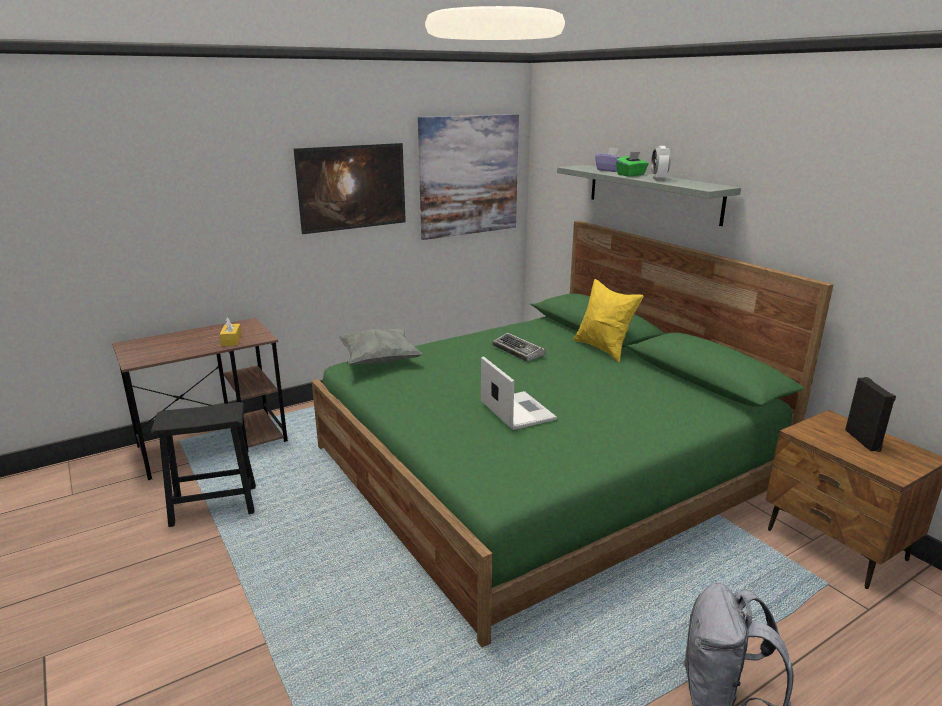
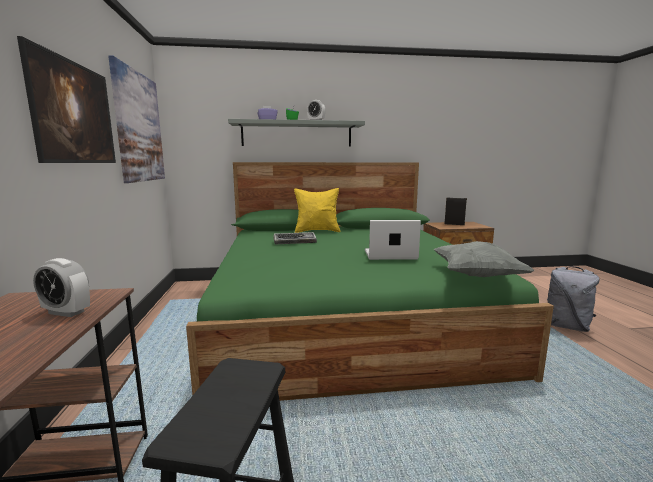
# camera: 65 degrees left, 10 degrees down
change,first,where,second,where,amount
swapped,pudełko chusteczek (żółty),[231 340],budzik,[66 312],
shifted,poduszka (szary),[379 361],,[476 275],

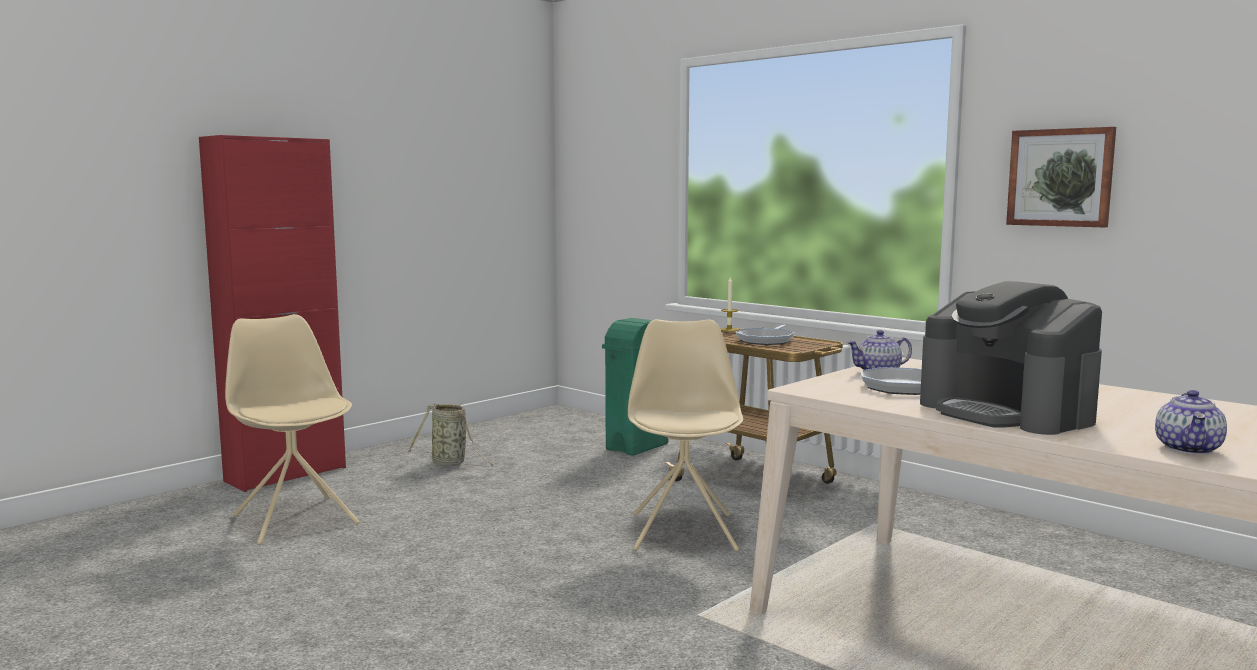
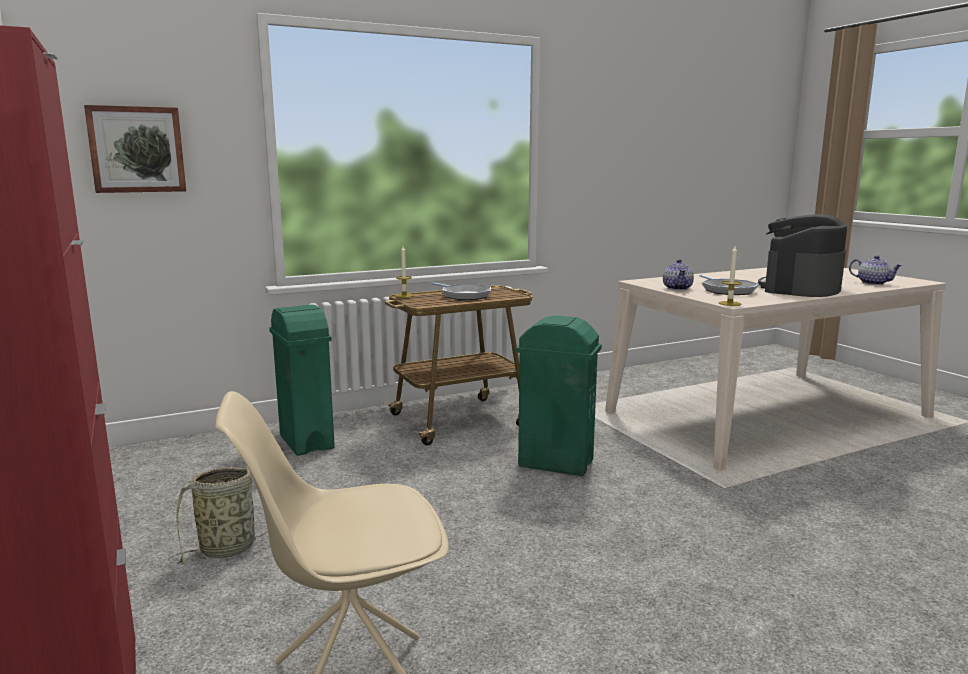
# camera: 70 degrees left, 5 degrees up
change,first,where,second,where,amount
shifted,obraz,[1060 177],,[137 149],
rotated,ekspres do kawy,[1006 412],,[800 288],135 degrees clockwise
swapped,krzesło (beżowy),[683 531],kosz na śmieci (zielony),[555 463],
new,,,świeca,[729 303],

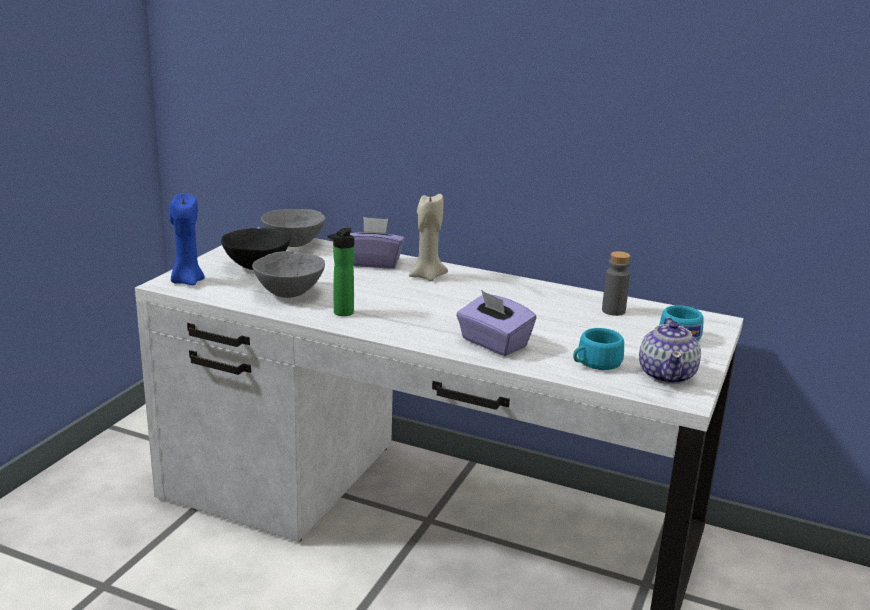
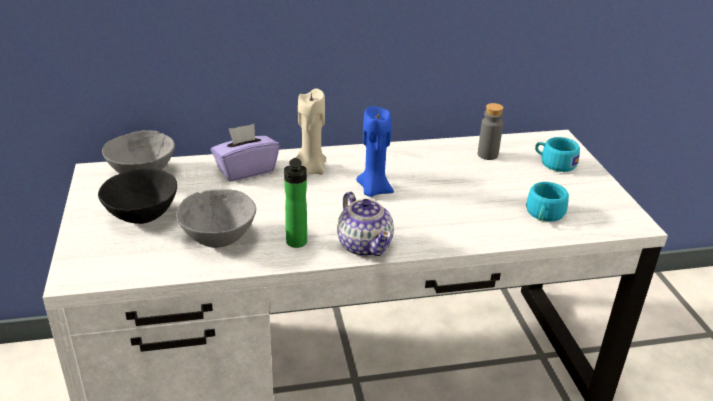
# camera: 35 degrees left, 10 degrees up
change,first,where,second,where,amount
shifted,świeca (niebieski),[187 281],,[373 190],
gone,pudełko chusteczek (fioletowy),[493 343],,,
shifted,imbryk,[667 375],,[365 245],

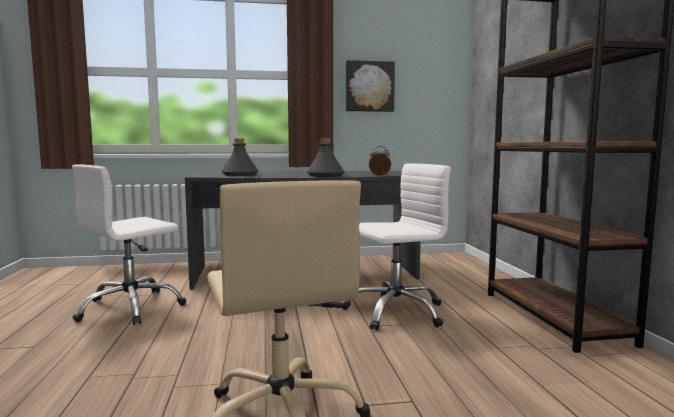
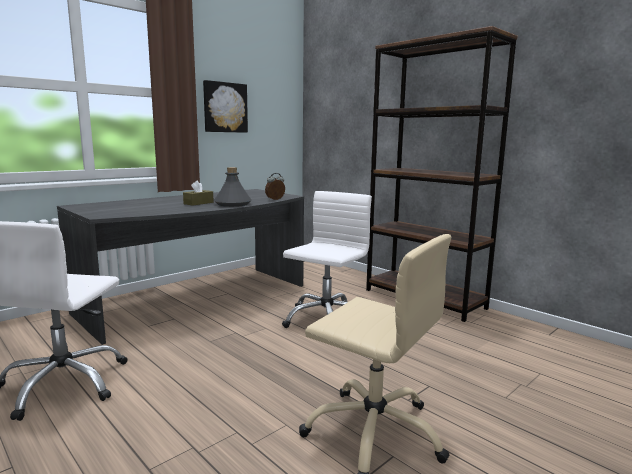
# camera: 35 degrees left, 5 degrees up
change,first,where,second,where,amount
gone,butelka (szary),[239 175],,,
new,,,pudełko chusteczek (brązowy),[198 203],

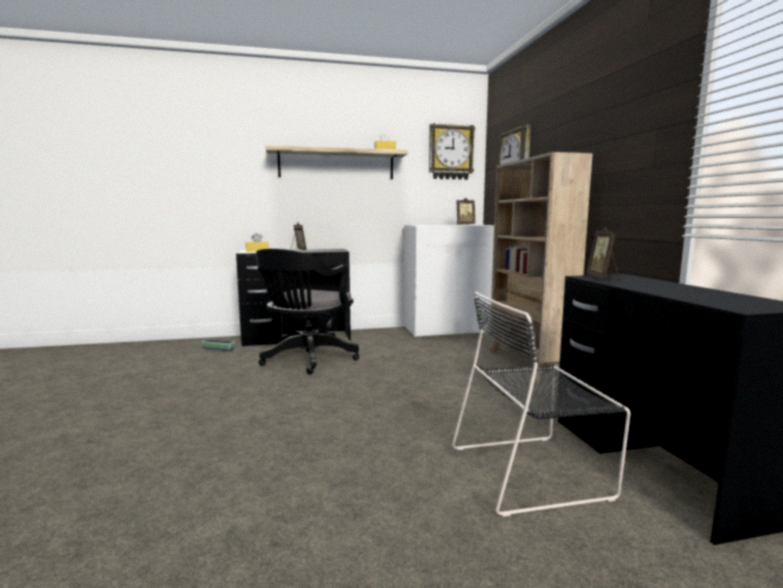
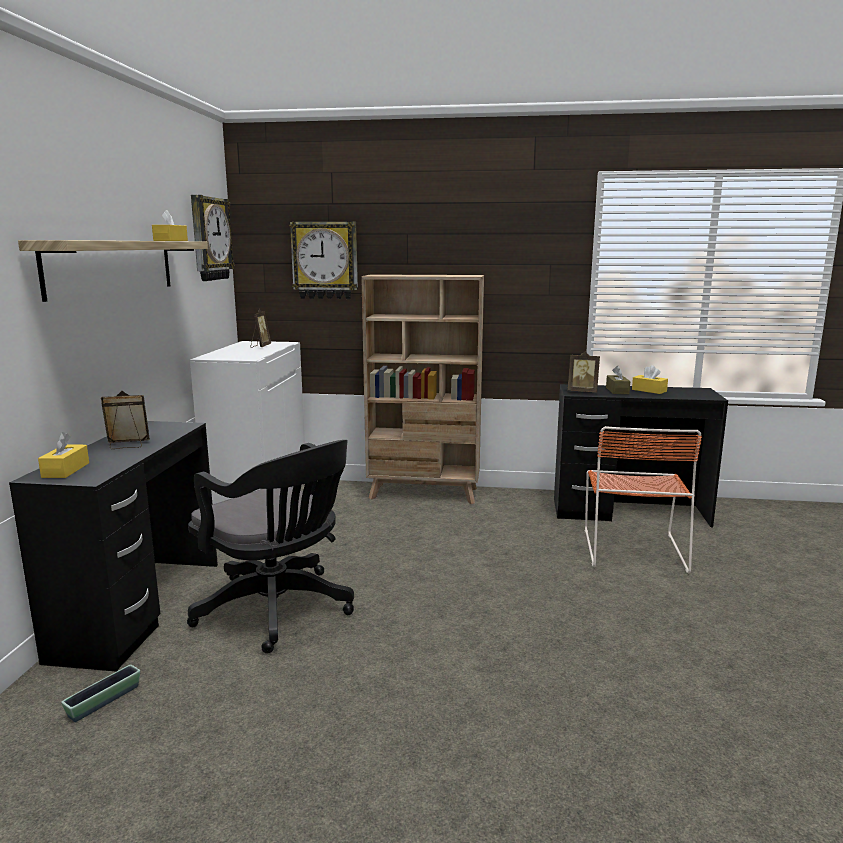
# camera: 70 degrees left, 5 degrees up
change,first,where,second,where,amount
repainted,krzesło (czarny),[533 471],krzesło (pomarańczowy),[633 548],
new,,,pudełko chusteczek (żółty),[649 390],
new,,,pudełko chusteczek (brązowy),[617 391],

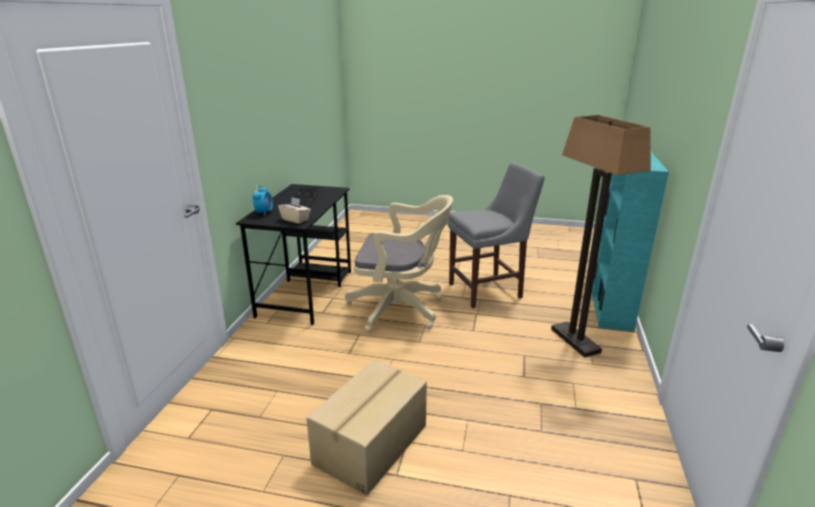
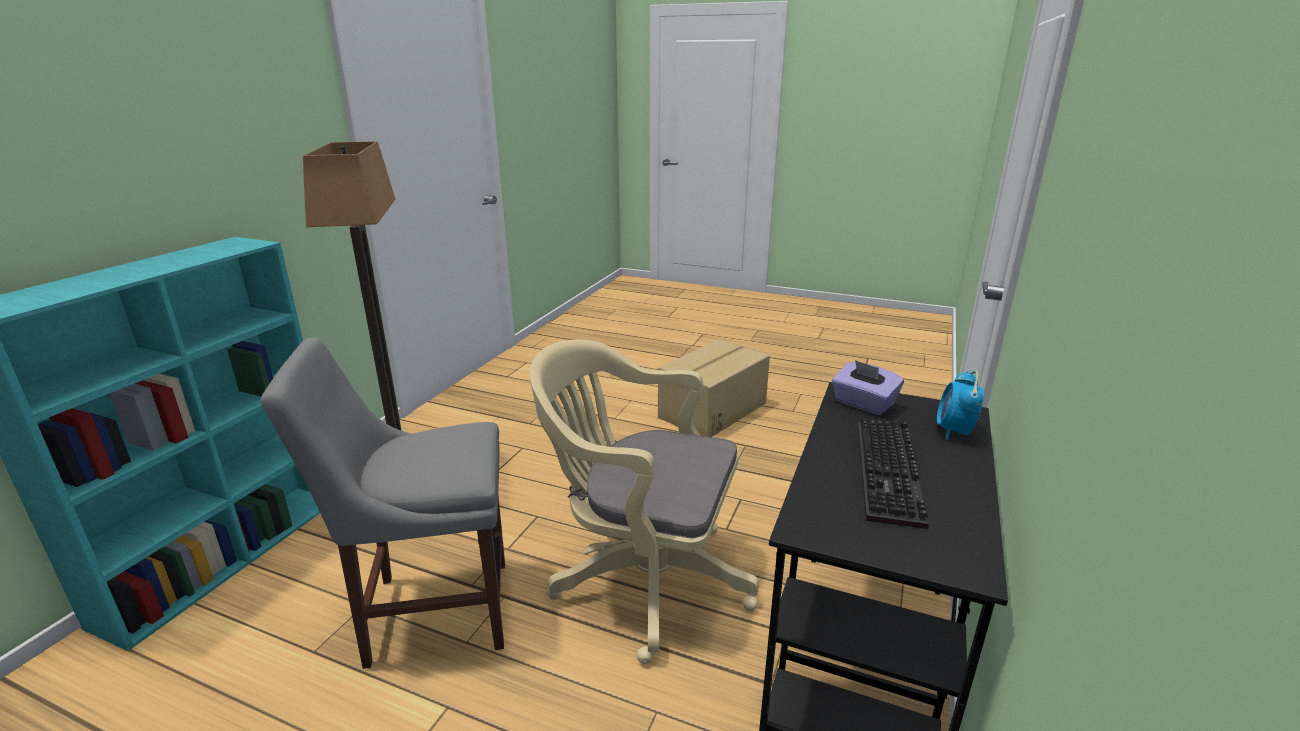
# camera: 170 degrees left, 0 degrees up
change,first,where,second,where,amount
repainted,pudełko chusteczek (beżowy),[295 219],pudełko chusteczek (fioletowy),[863 404],

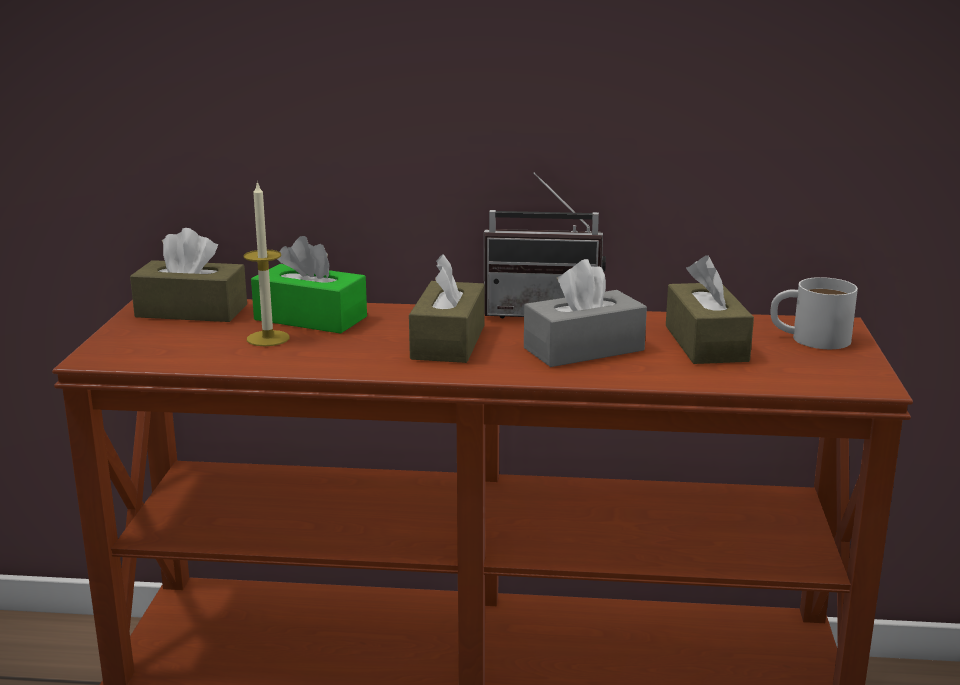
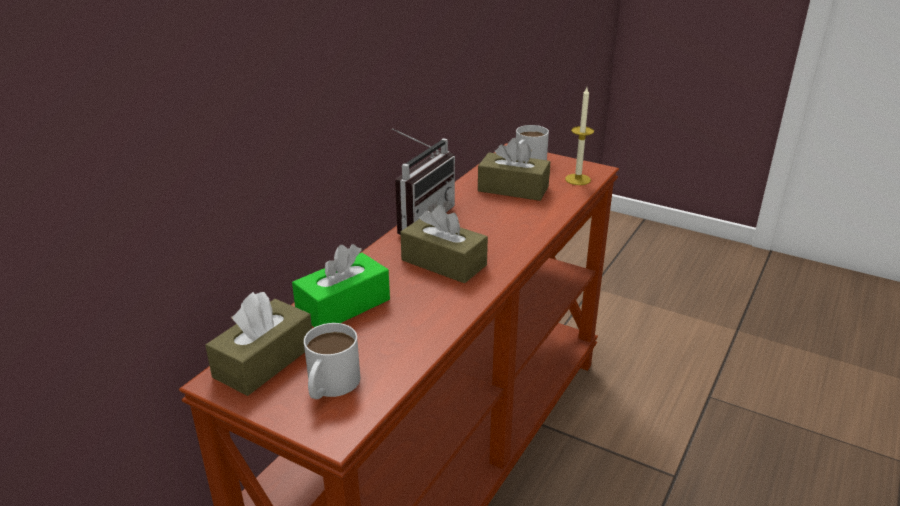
# camera: 65 degrees left, 10 degrees up
change,first,where,second,where,amount
shifted,świeca,[268 338],,[578 179],
gone,pudełko chusteczek (szary),[583 349],,,
new,,,kubek (biały),[329 386],

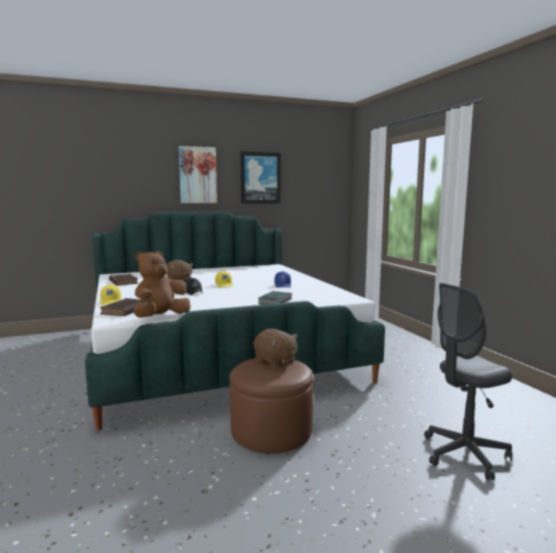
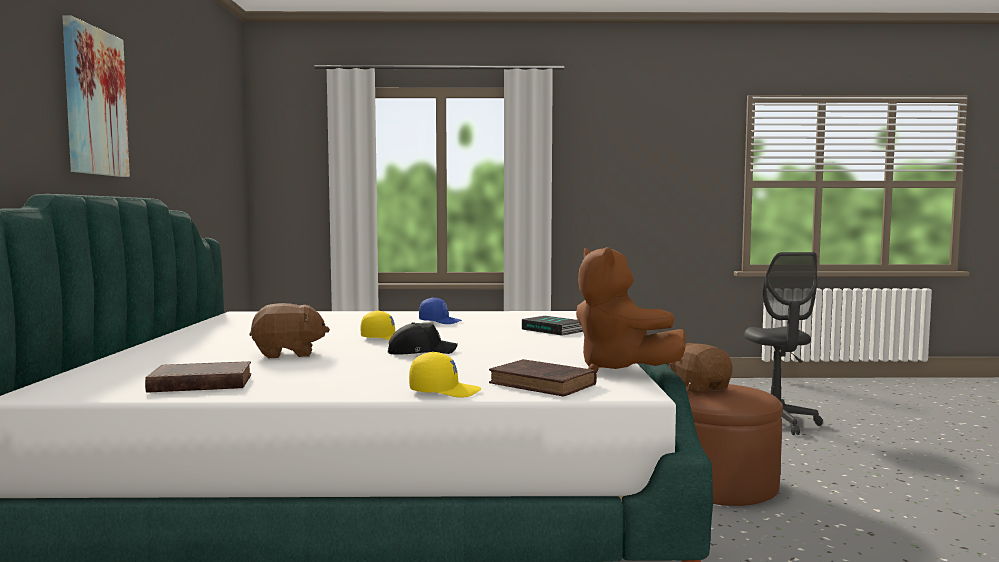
# camera: 70 degrees left, 5 degrees down
change,first,where,second,where,amount
gone,obraz,[260 178],,,
rotated,pluszak (brązowy),[275 361],,[699 388],90 degrees counterclockwise

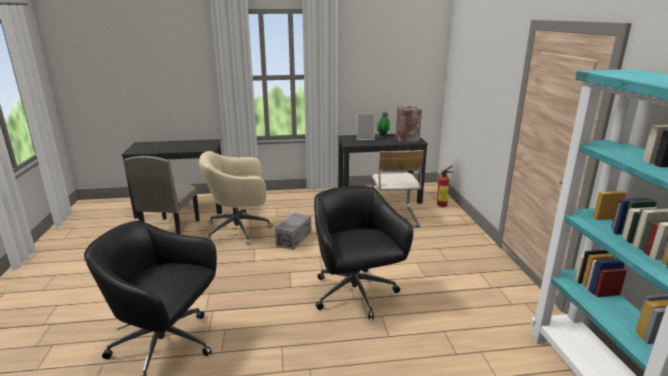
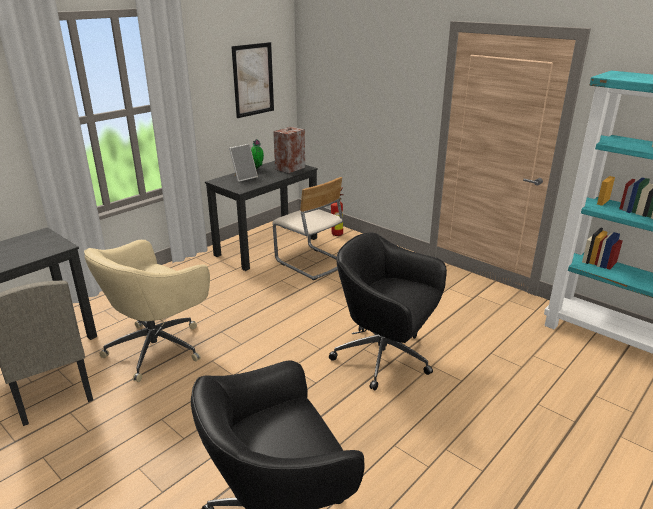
# camera: 40 degrees left, 5 degrees up
change,first,where,second,where,amount
gone,pojemnik do przechowywania (szary),[293 239],,,
new,,,obraz,[253 80],

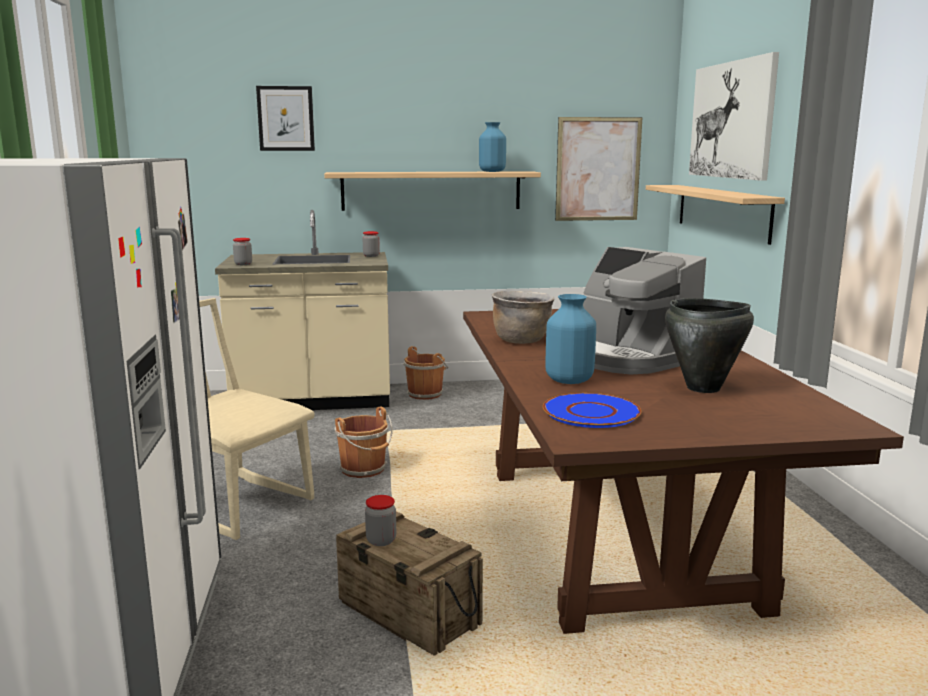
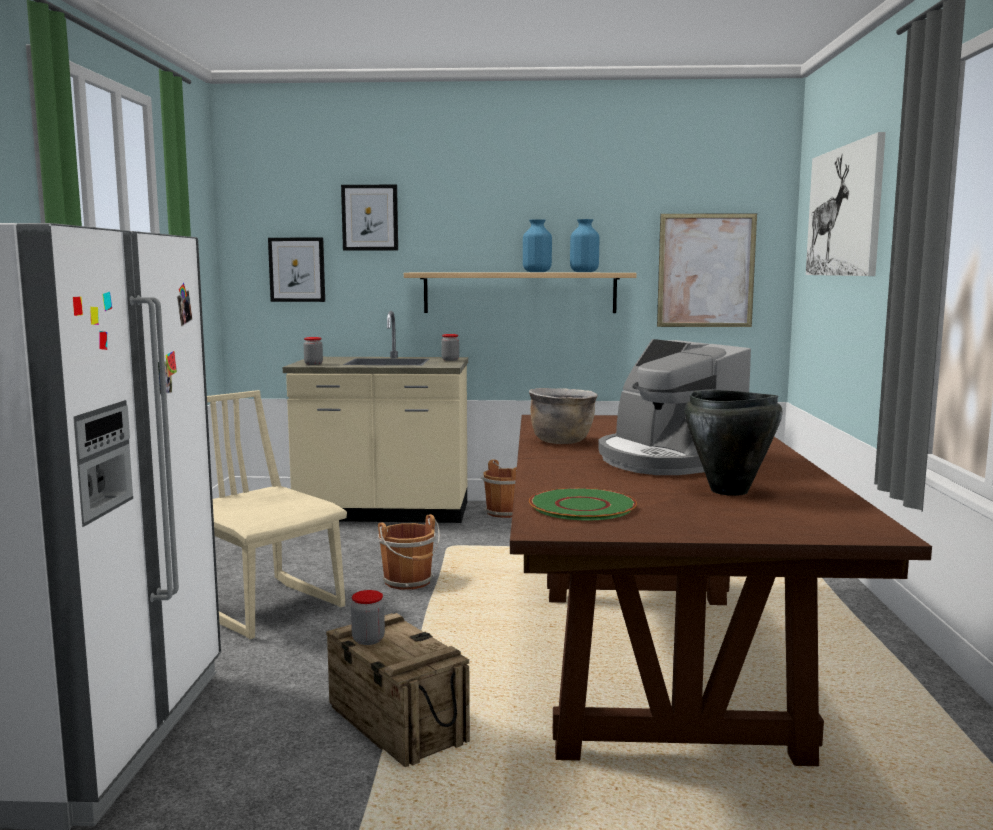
# camera: 10 degrees right, 5 degrees down
change,first,where,second,where,amount
gone,półka,[722 211],,,
shifted,wazon (niebieski),[569 381],,[537 272],
repainted,talerz (niebieski),[592 412],talerz (zielony),[583 506],
new,,,obraz,[297 269],

